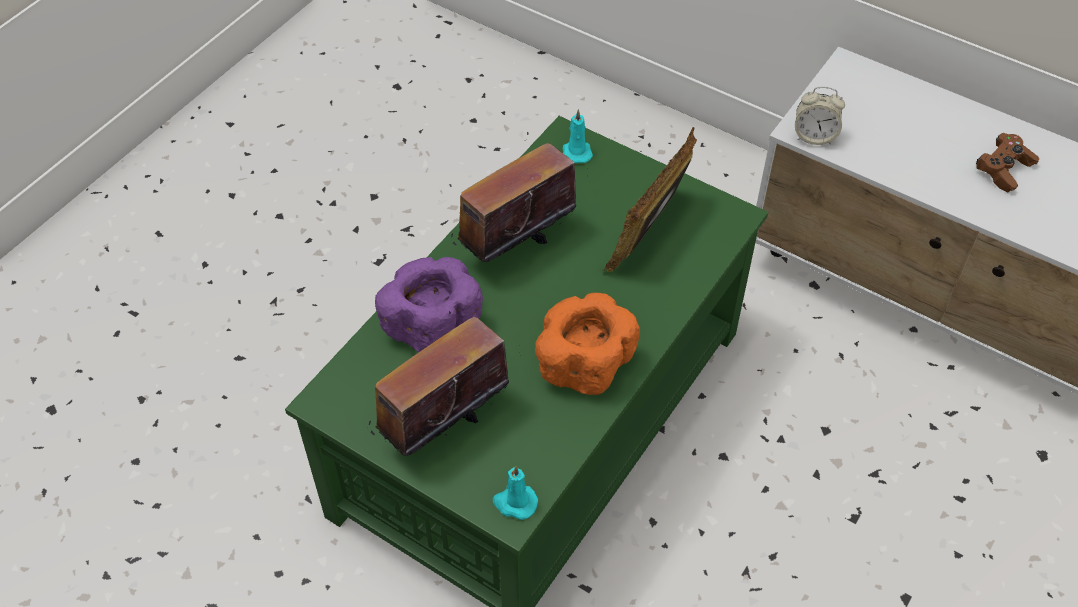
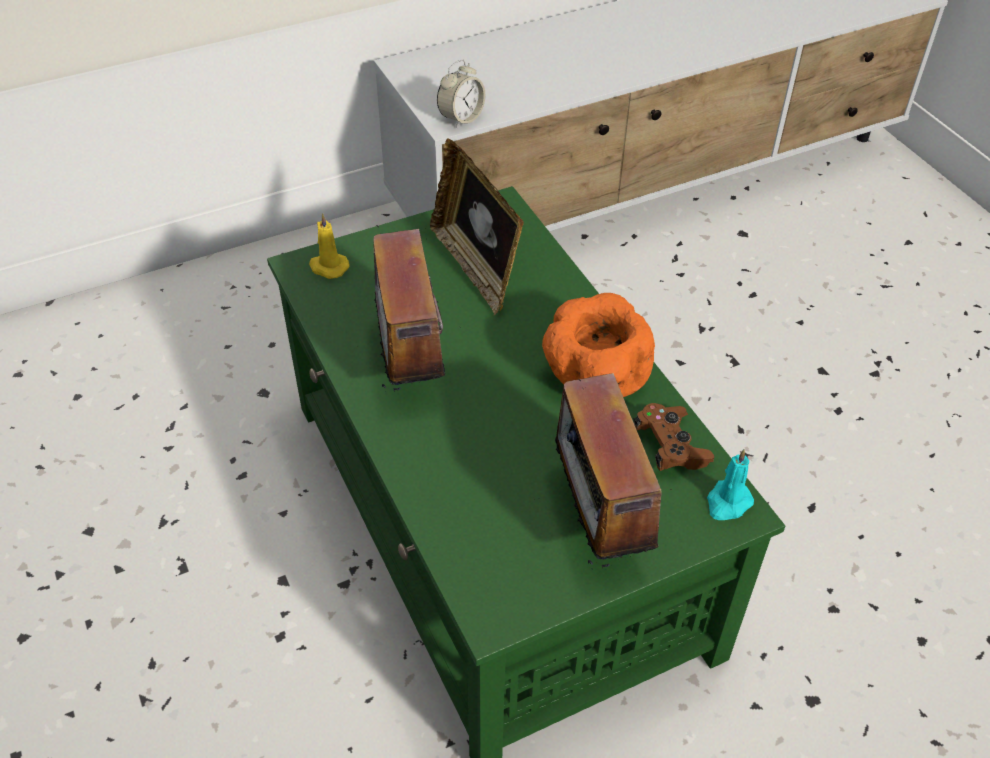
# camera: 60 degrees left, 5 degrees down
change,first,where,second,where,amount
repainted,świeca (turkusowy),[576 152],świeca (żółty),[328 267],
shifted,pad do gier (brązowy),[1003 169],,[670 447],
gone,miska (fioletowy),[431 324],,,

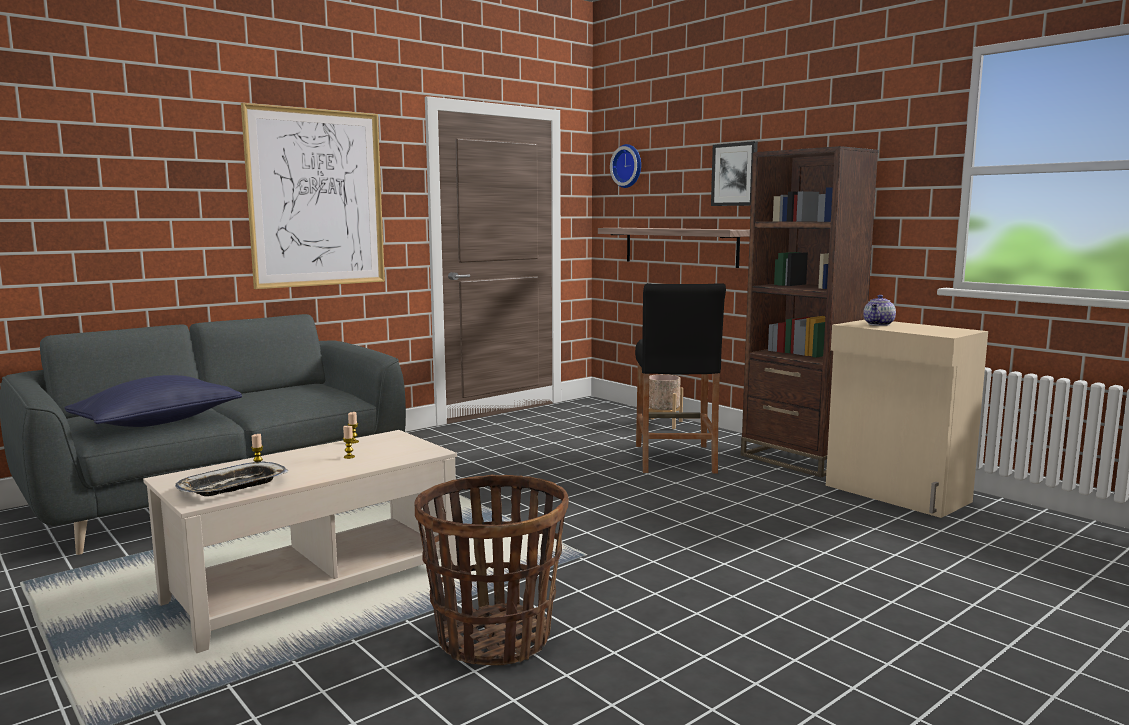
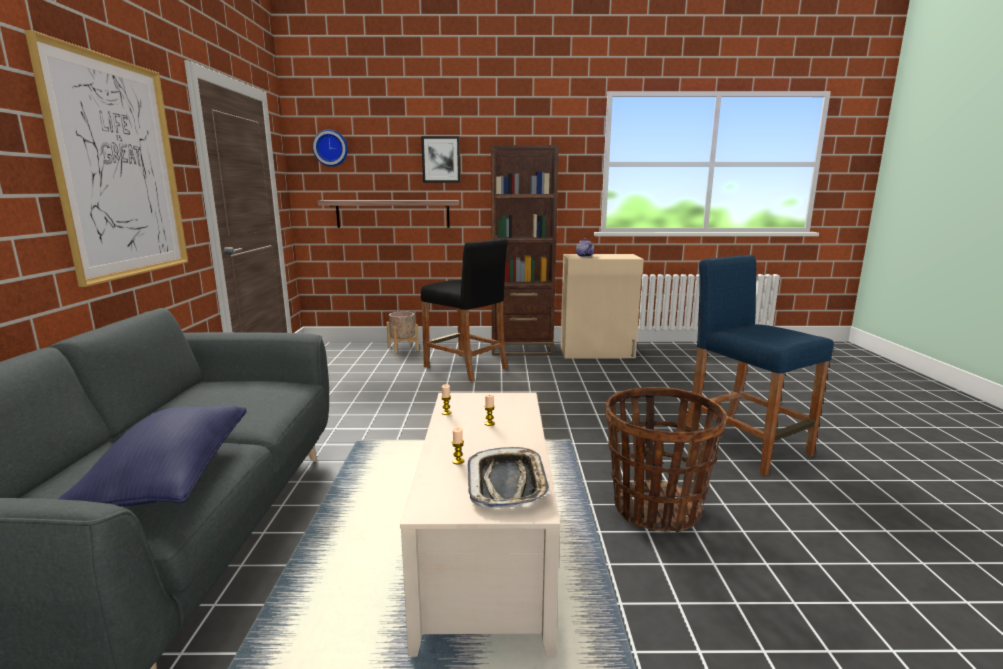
# camera: 50 degrees left, 5 degrees up
change,first,where,second,where,amount
new,,,stołek (niebieski),[744 444],

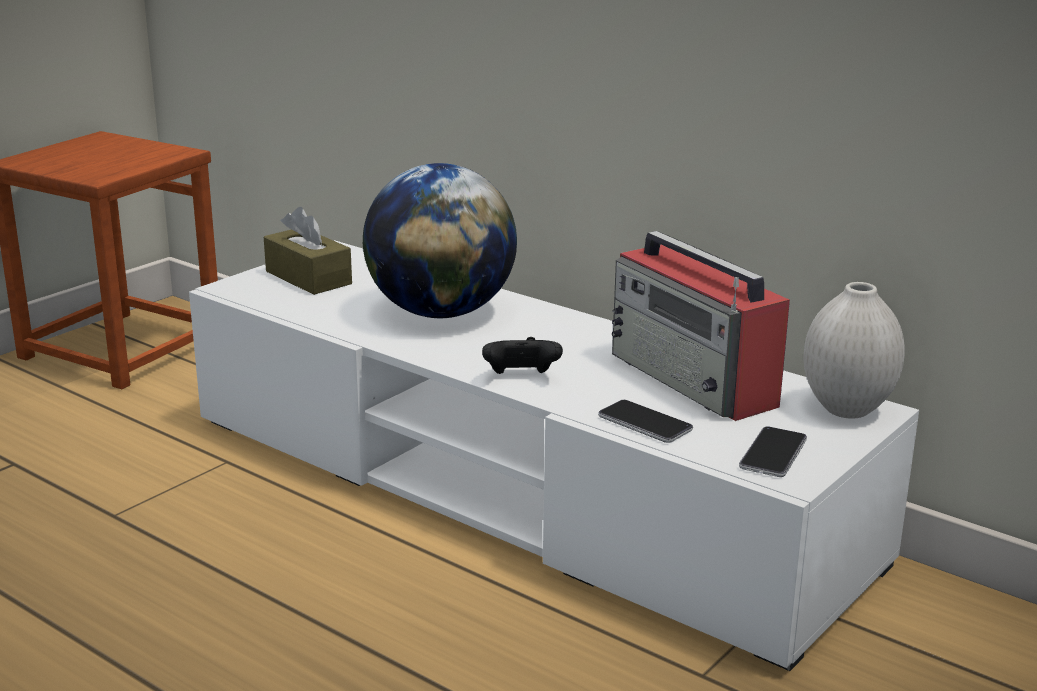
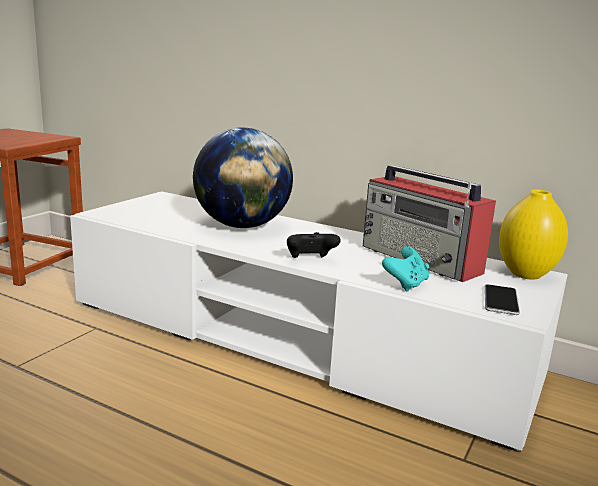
# camera: 10 degrees left, 5 degrees down
change,first,where,second,where,amount
gone,pudełko chusteczek (brązowy),[308 278],,,
repainted,wazon (biały),[847 409],wazon (żółty),[526 274],
swapped,telefon,[645 423],pad do gier (turkusowy),[406 284],

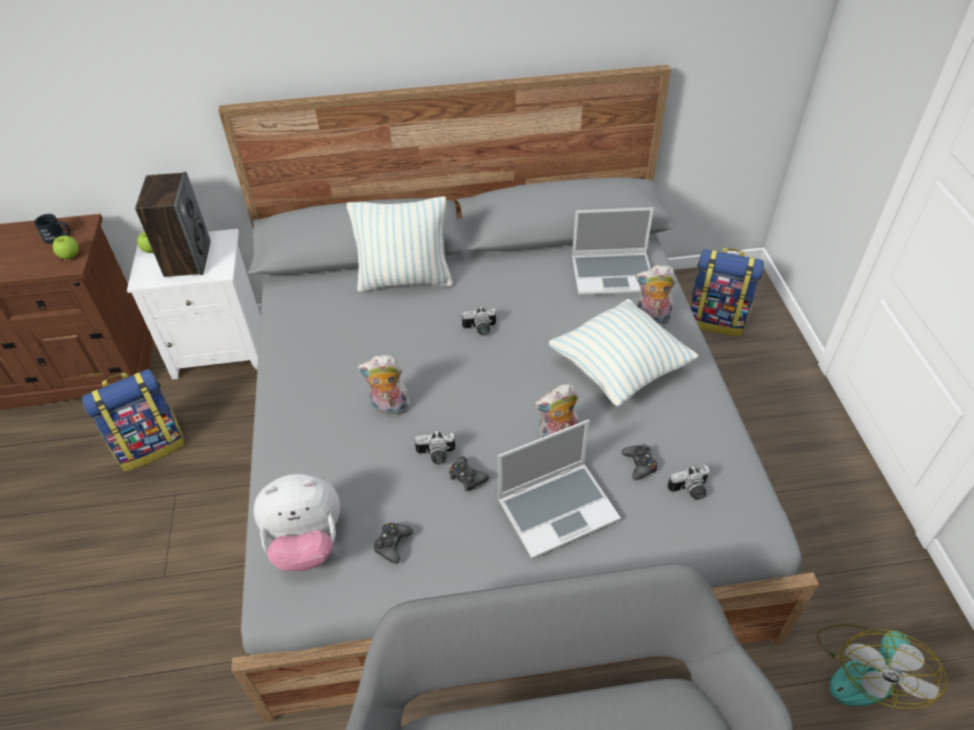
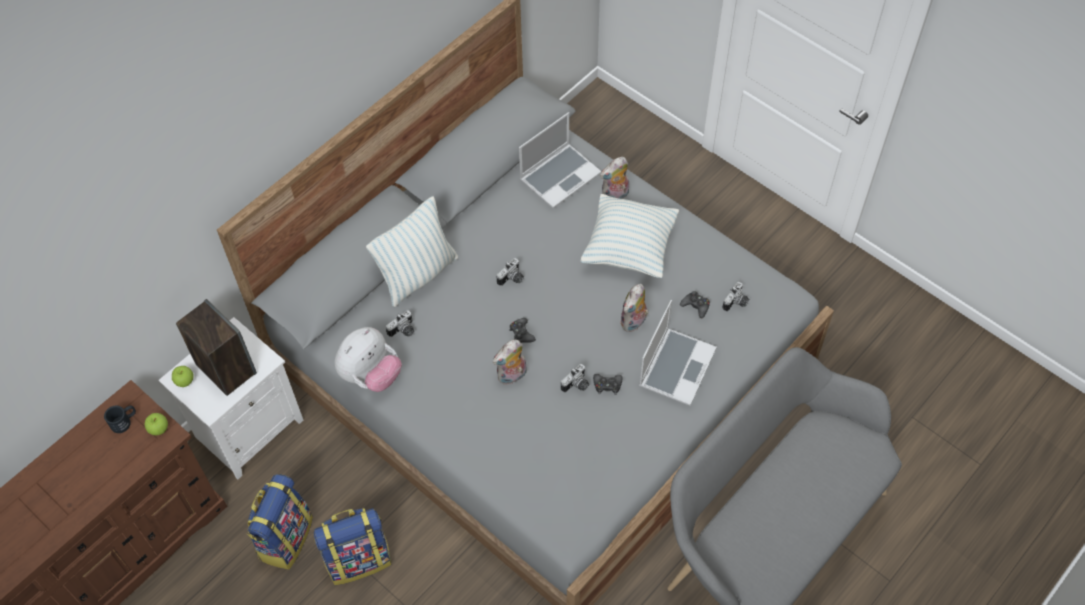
# camera: 40 degrees left, 10 degrees up
change,first,where,second,where,amount
shifted,plecak,[716 320],,[358 558],
shifted,pluszak,[306 543],,[371 375],
shifted,pad do gier (czarny),[392 544],,[521 333],
gone,wentylator,[864 669],,,
new,,,aparat fotograficzny,[403 331],

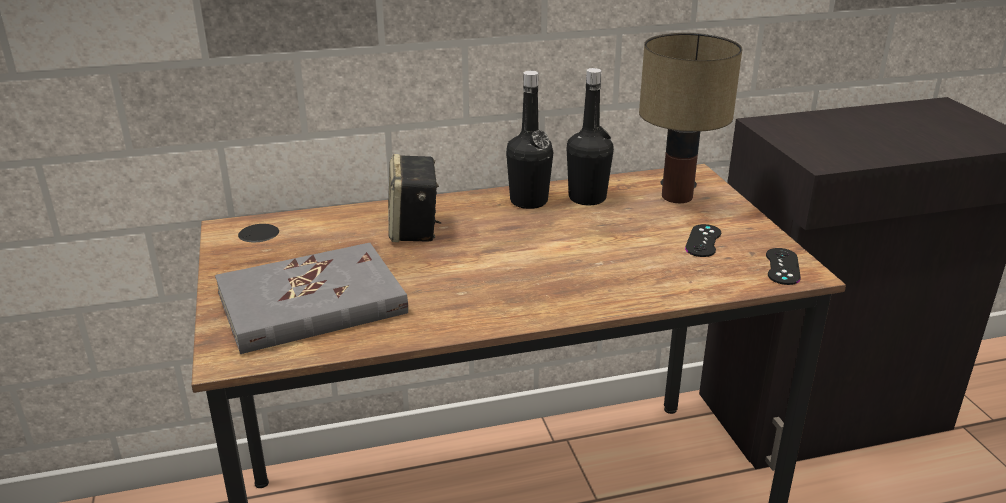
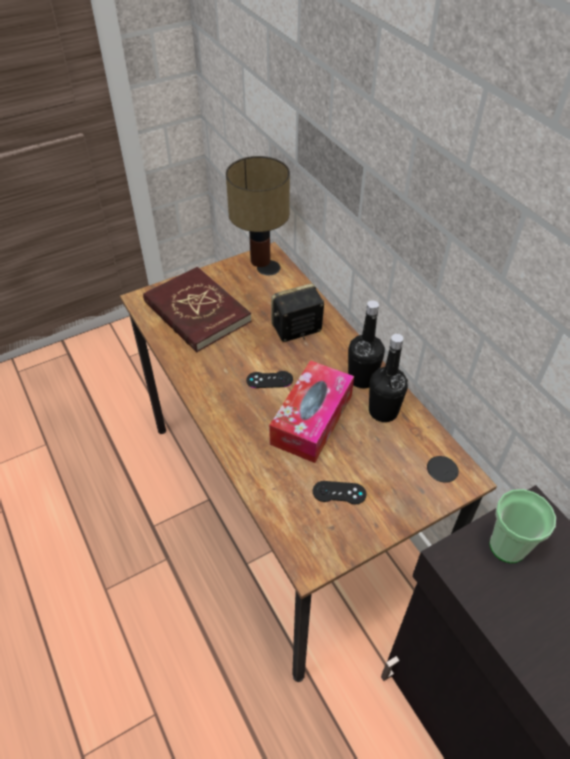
# camera: 75 degrees right, 20 degrees up
change,first,where,second,where,amount
shifted,lampa stołowa,[678 197],,[260 261],
repainted,książka (szary),[311 304],książka (czerwony),[196 312],
shifted,pad do gier (czarny),[782 266],,[269 380],
new,,,pudełko chusteczek,[312 419],
new,,,filiżanka,[507 546],

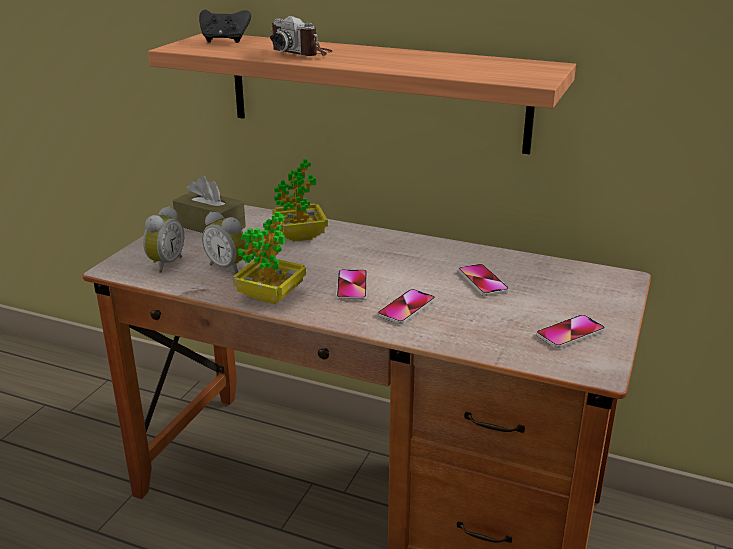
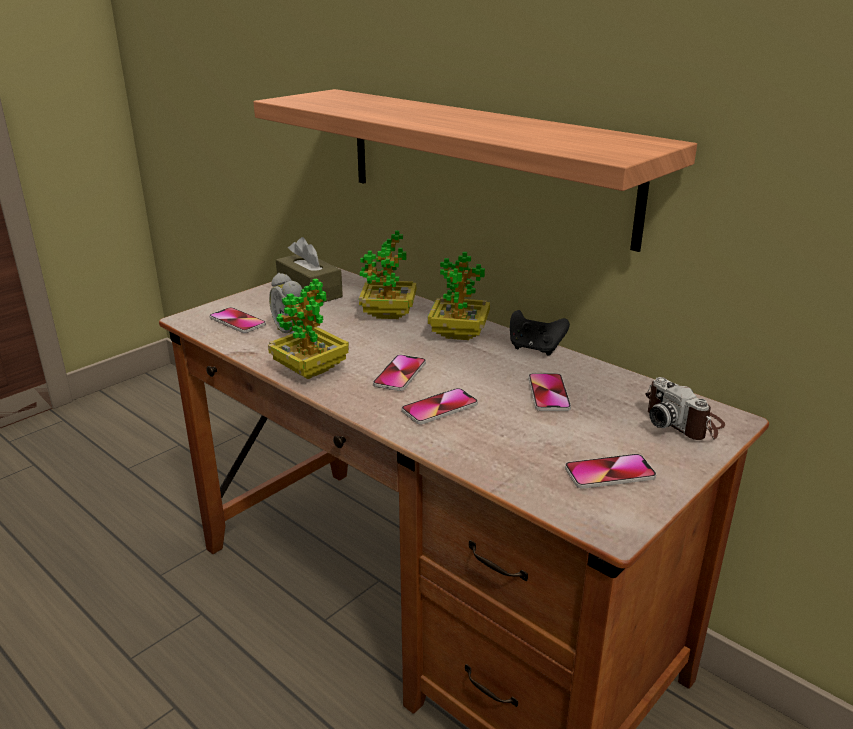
# camera: 20 degrees right, 0 degrees up
change,first,where,second,where,amount
shifted,pad do gier (czarny),[225 41],,[535 349],
shifted,aparat fotograficzny,[301 53],,[683 421],
swapped,budzik,[164 264],telefon,[237 321],
new,,,roślina doniczkowa,[459 334],

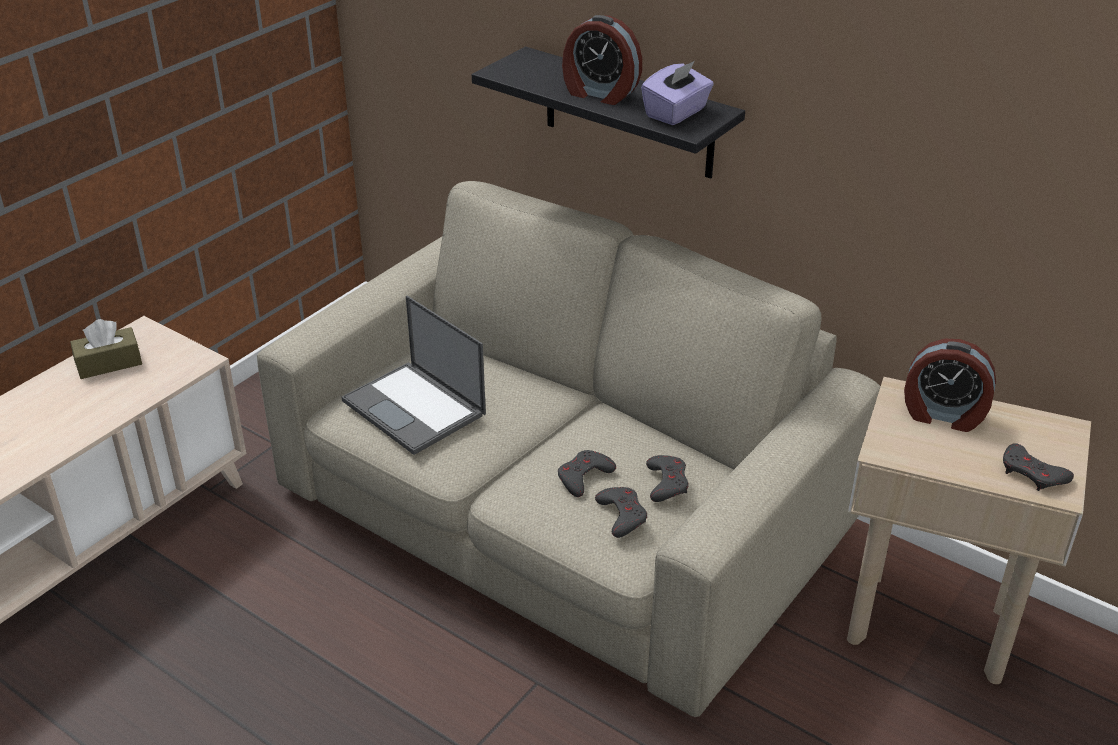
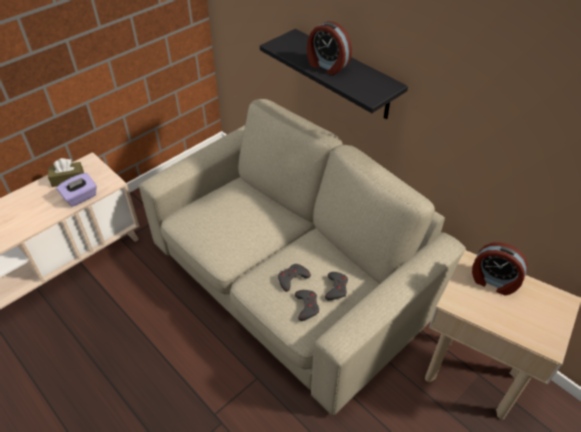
# camera: 10 degrees right, 10 degrees up
change,first,where,second,where,amount
shifted,pudełko chusteczek (fioletowy),[676 113],,[81 197],
gone,laptop,[415 408],,,
gone,pad do gier (szary),[1032 473],,,

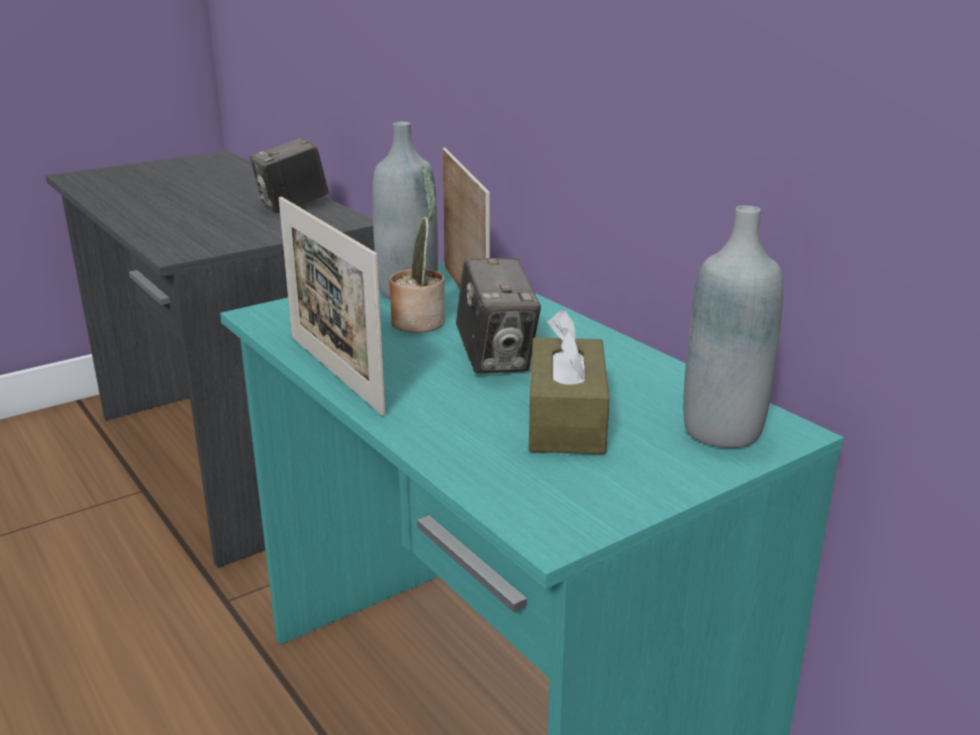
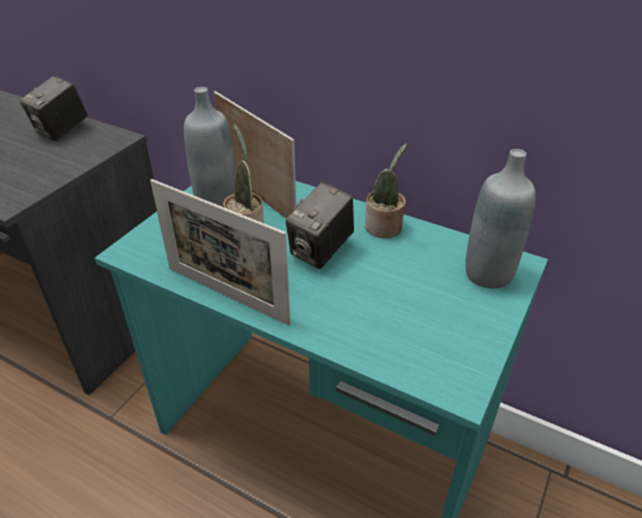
# camera: 25 degrees left, 15 degrees up
change,first,where,second,where,amount
rotated,aparat fotograficzny,[496 359],,[321 251],75 degrees clockwise
gone,pudełko chusteczek (brązowy),[566 419],,,
new,,,roślina doniczkowa,[384 228],

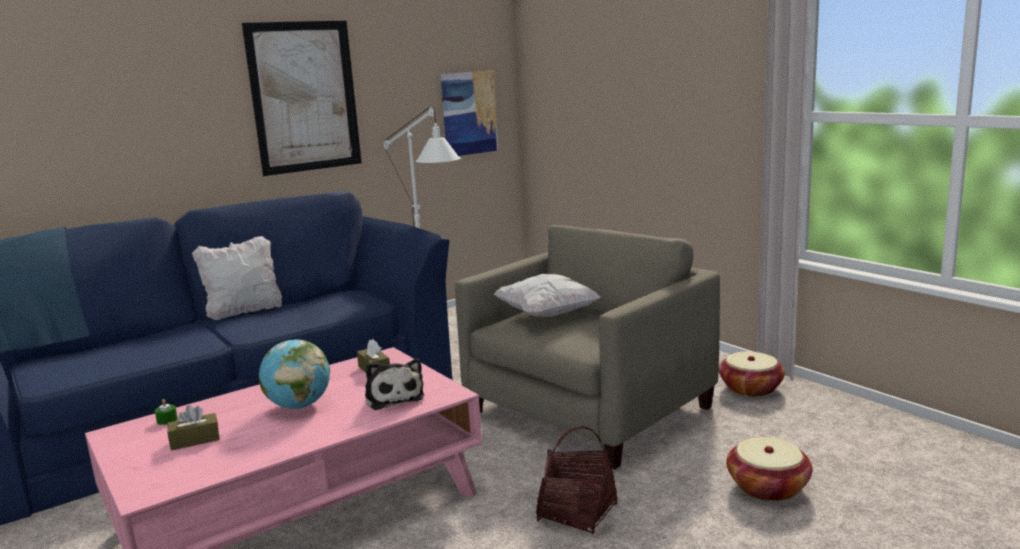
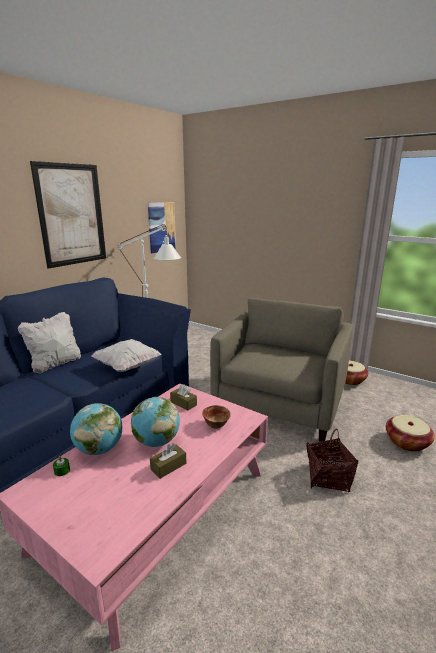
# camera: 20 degrees left, 5 degrees up
change,first,where,second,where,amount
shifted,poduszka (biały),[547 315],,[128 366],
swapped,pluszak,[393 397],miska,[216 425],
shifted,pudełko chusteczek (brązowy),[195 440],,[168 466],
new,,,globus,[99 449],

